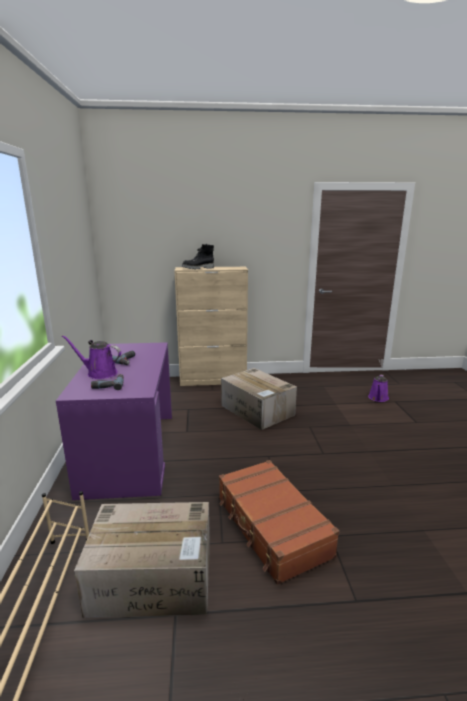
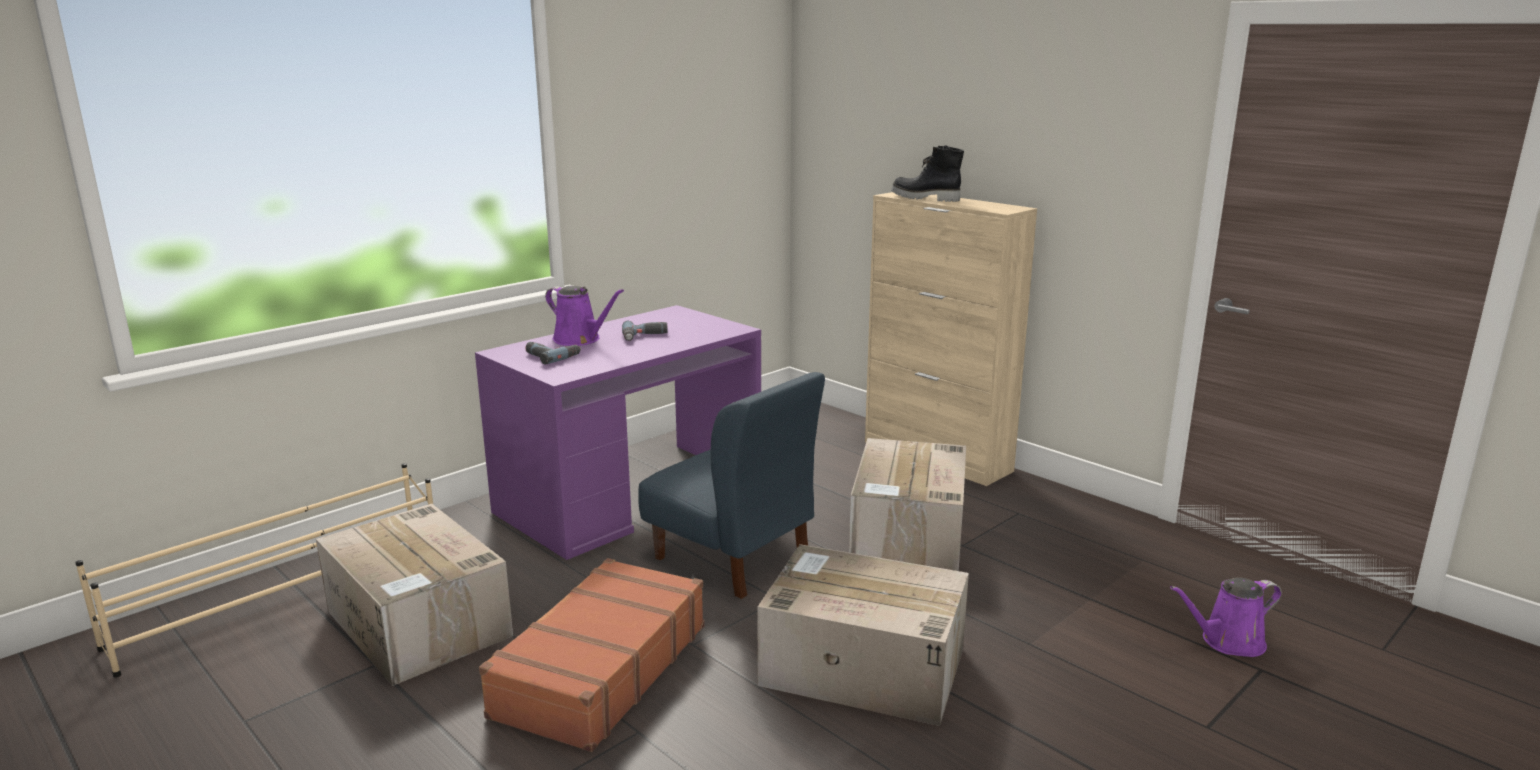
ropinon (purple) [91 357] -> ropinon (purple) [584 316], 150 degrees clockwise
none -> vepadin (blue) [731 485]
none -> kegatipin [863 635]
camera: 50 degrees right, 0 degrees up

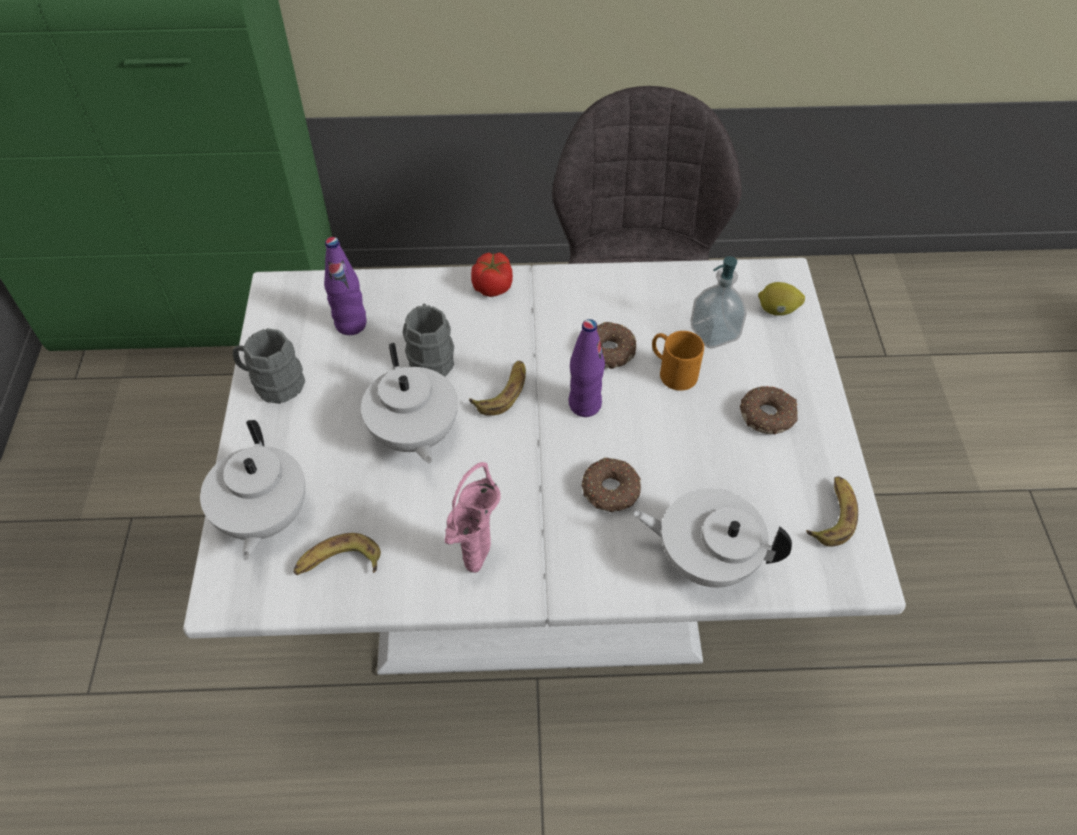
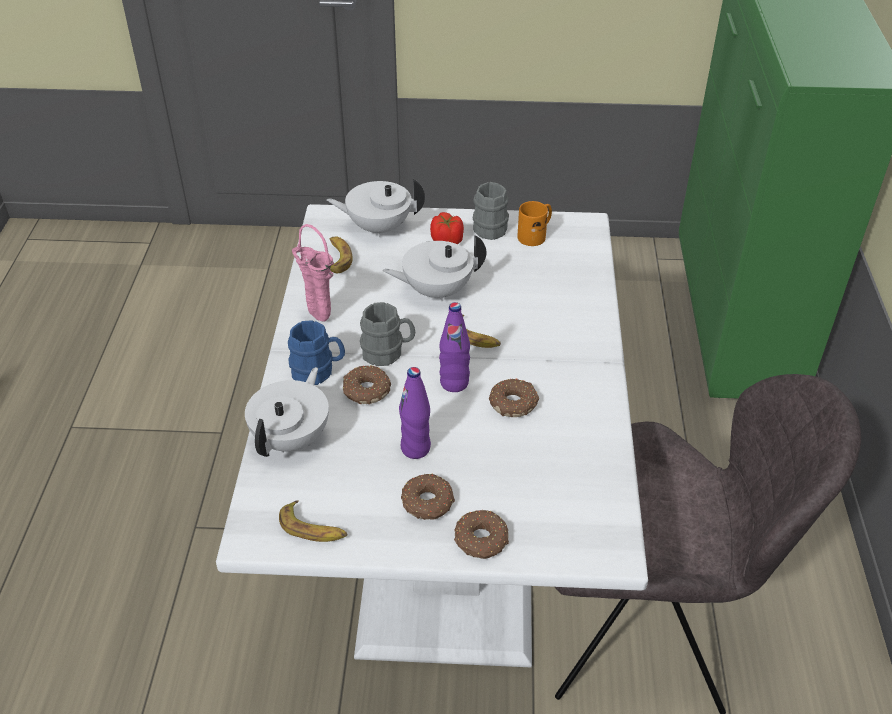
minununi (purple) [345 286] -> minununi (purple) [415 413], relocated
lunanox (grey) [428 340] -> lunanox (grey) [387 334], relocated
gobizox [492 274] -> gobizox [447 228], relocated
lunanox (orange) [678 361] -> lunanox (orange) [534 223], relocated
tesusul [718 302] -> none
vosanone [781 299] -> none
none -> lunanox (blue) [316 352]
none -> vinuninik [481 534]
camera: 95 degrees right, 10 degrees down

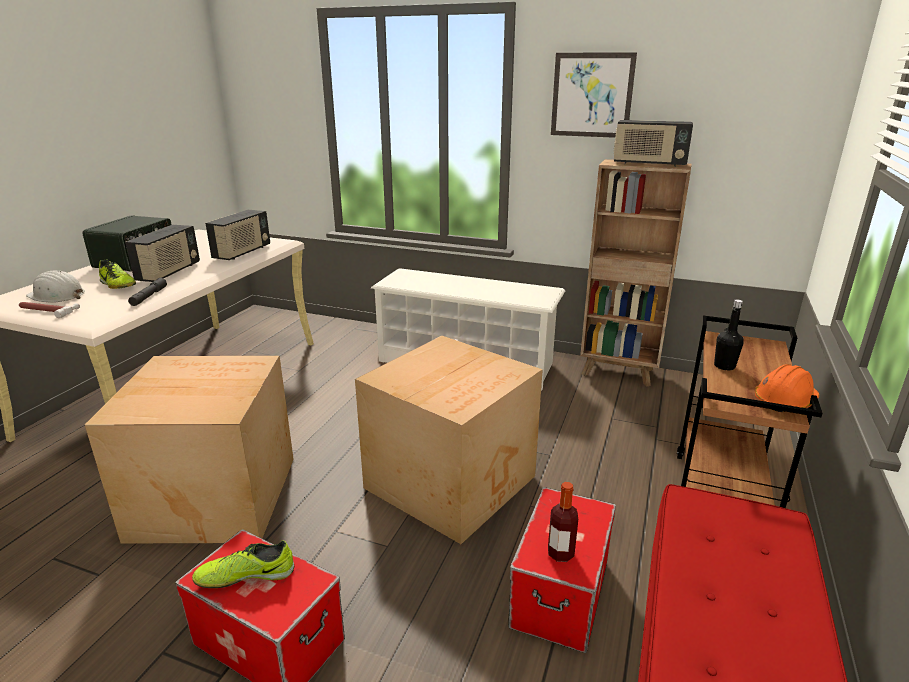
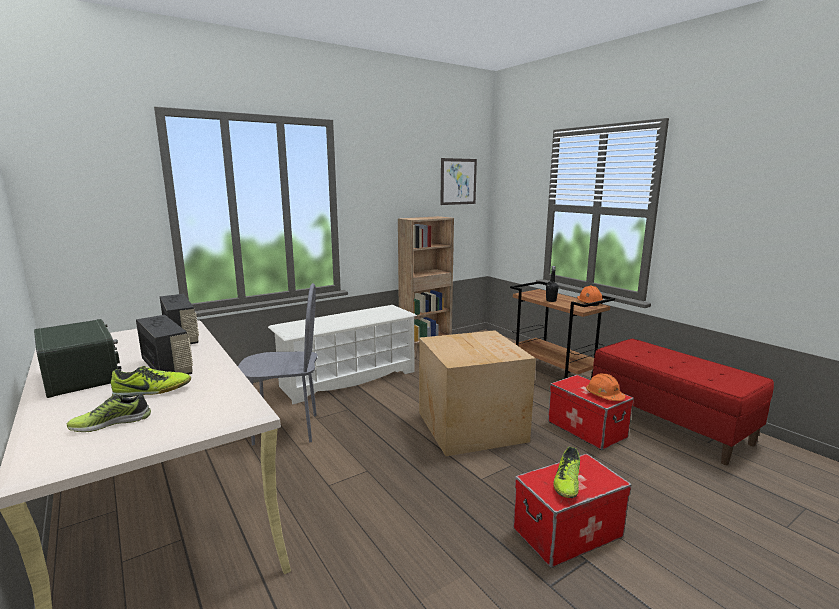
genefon [49 310] -> none
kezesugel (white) [55 286] -> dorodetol [109 413]
kegatipin [189 450] -> none
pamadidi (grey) [147 292] -> none
minununi [563 522] -> kezesugel (orange) [606 387]
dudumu [594 95] -> dudumu [458 181], relocated
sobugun [653 143] -> none
none -> vepadin (grey) [277 364]
camera: 55 degrees left, 10 degrees down

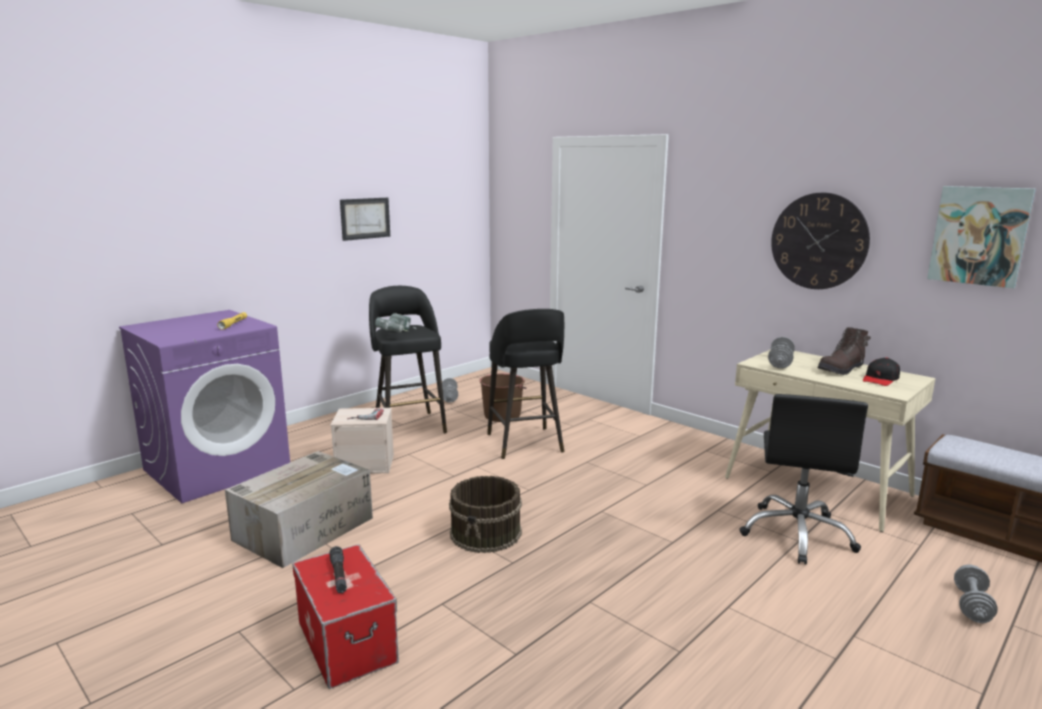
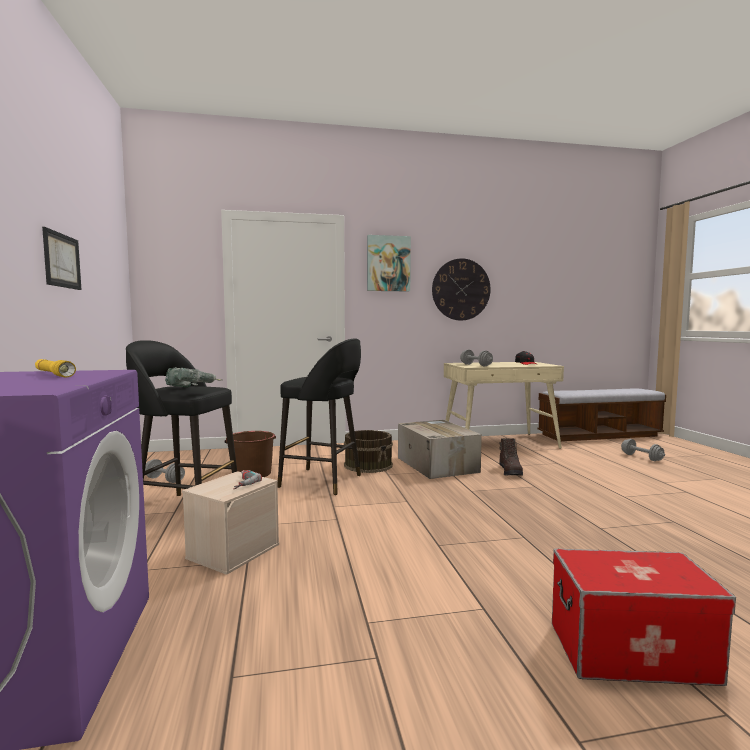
kegatipin [299 509] -> kegatipin [440 449], relocated
pamadidi (black) [338 569] -> none
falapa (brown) [485 514] -> falapa (brown) [368 451], relocated
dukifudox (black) [803 479] -> none
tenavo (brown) [844 351] -> tenavo (brown) [511 456], relocated
dudumu [981 237] -> dudumu [389 263], relocated
camera: 55 degrees left, 10 degrees down

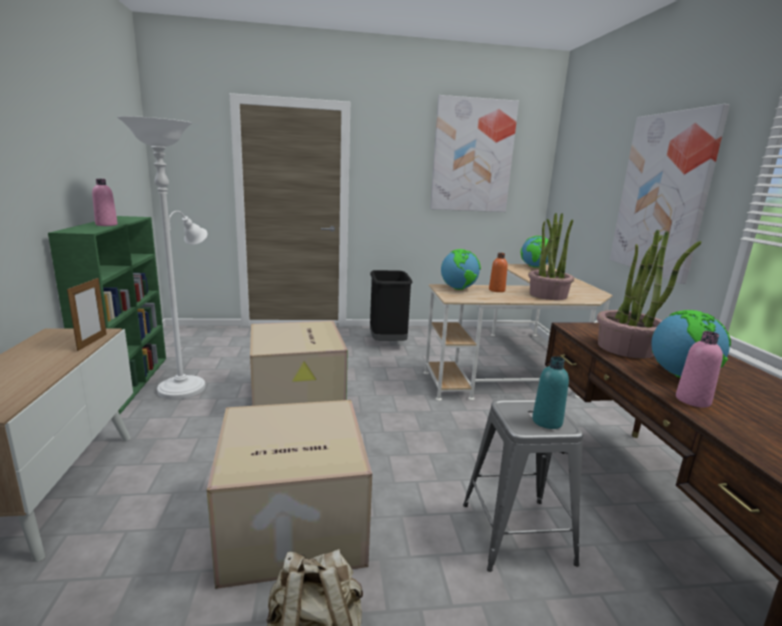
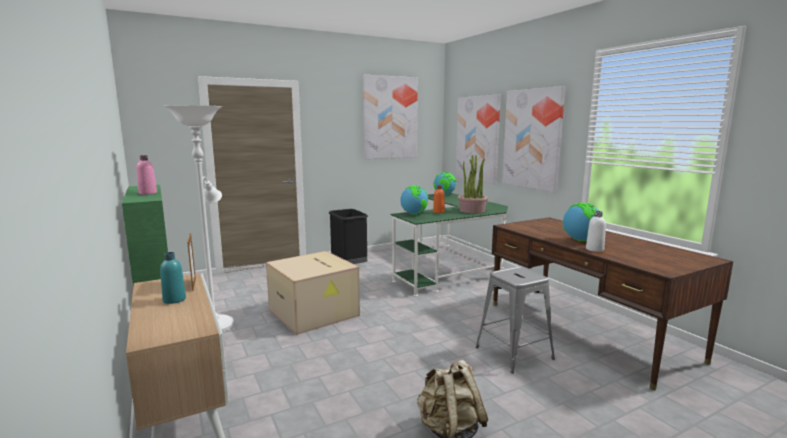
kegatipin [289 494] -> none
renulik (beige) [518 332] -> renulik (green) [449 245]
minununi (turquoise) [550 392] -> minununi (turquoise) [173 278], relocated
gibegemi [649 294] -> none
minununi (pink) [699 369] -> minununi (white) [596 231]
none -> dudumu [478 139]
camera: 20 degrees left, 5 degrees down

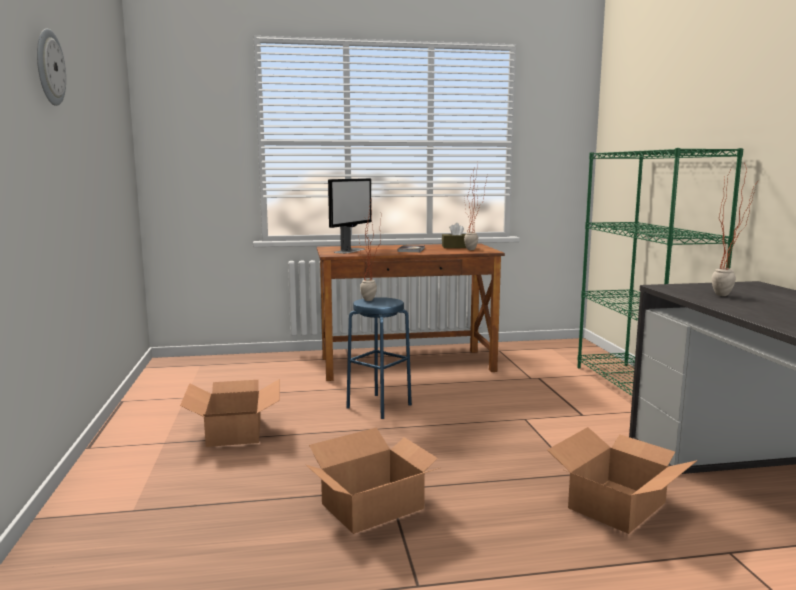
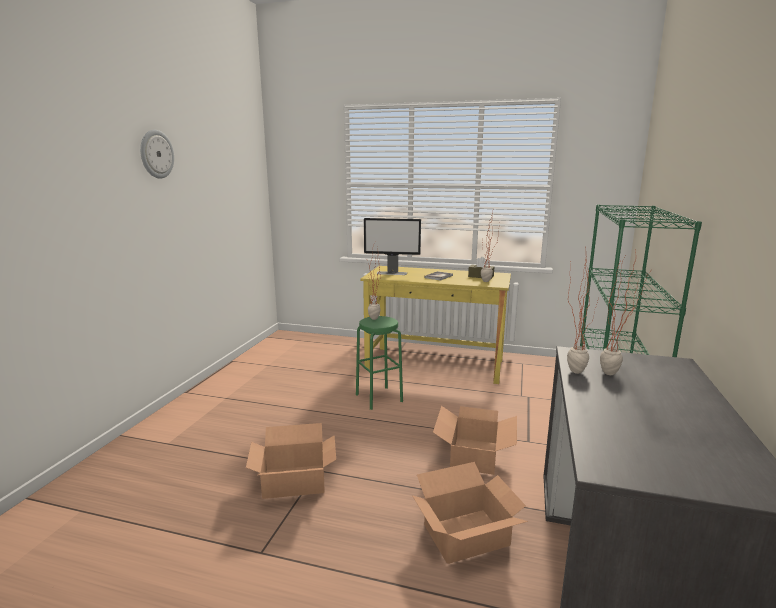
kegatipin [230 413] -> kegatipin [475 440], relocated
renulik (brown) [411 312] -> renulik (yellow) [435 325]
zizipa [350 216] -> zizipa [392 246], 45 degrees clockwise
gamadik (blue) [379 358] -> gamadik (green) [379 363]
none -> gibegemi [582 310]
camera: 25 degrees right, 5 degrees up

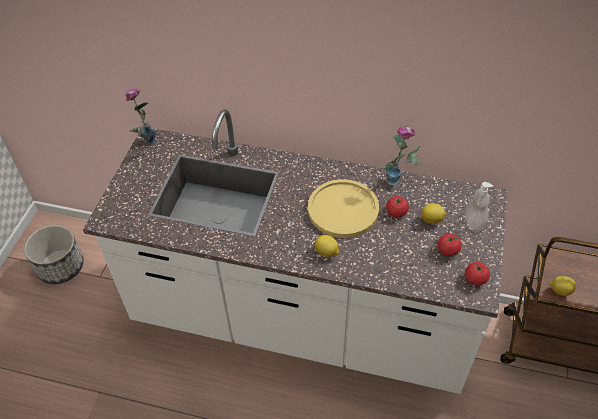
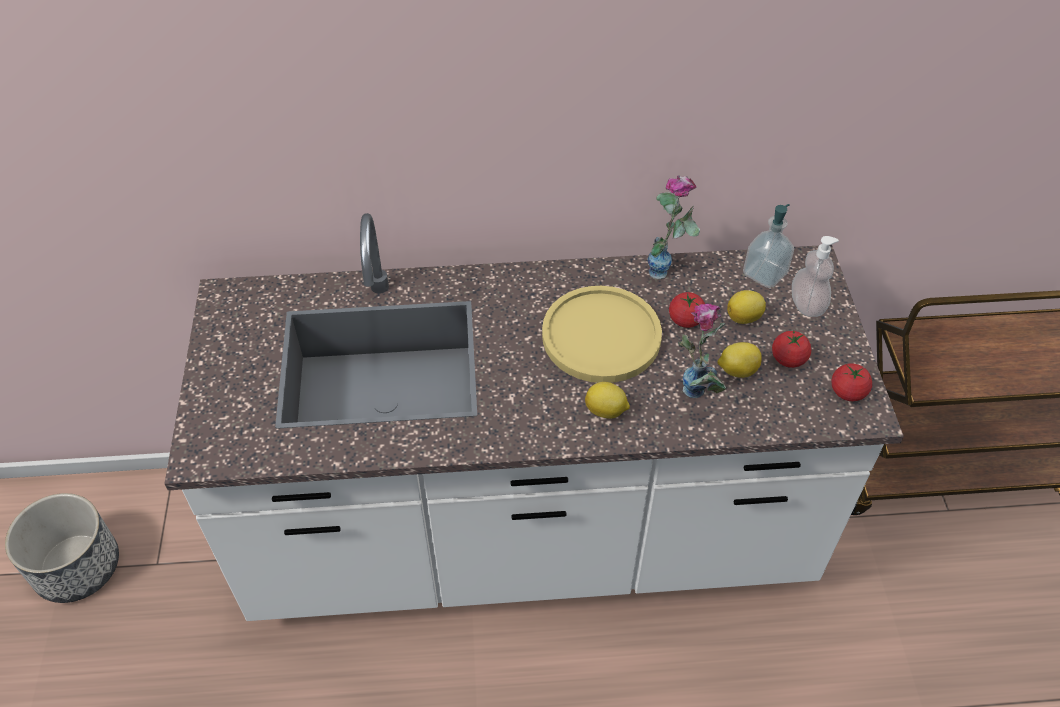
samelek [140 116] -> samelek [702 351], relocated
vosanone [563 286] -> vosanone [740 360], relocated
none -> tesusul [768 246]
camera: 20 degrees left, 0 degrees up

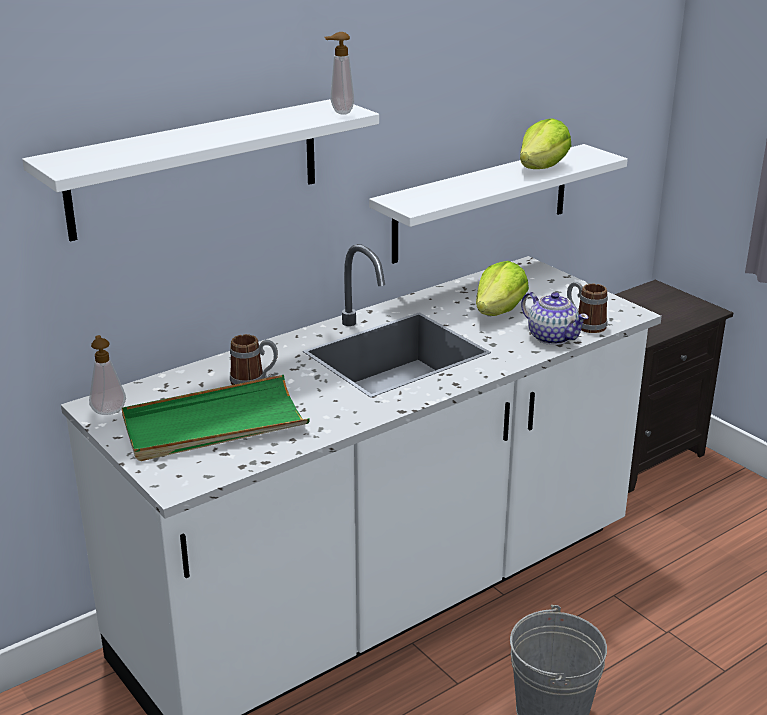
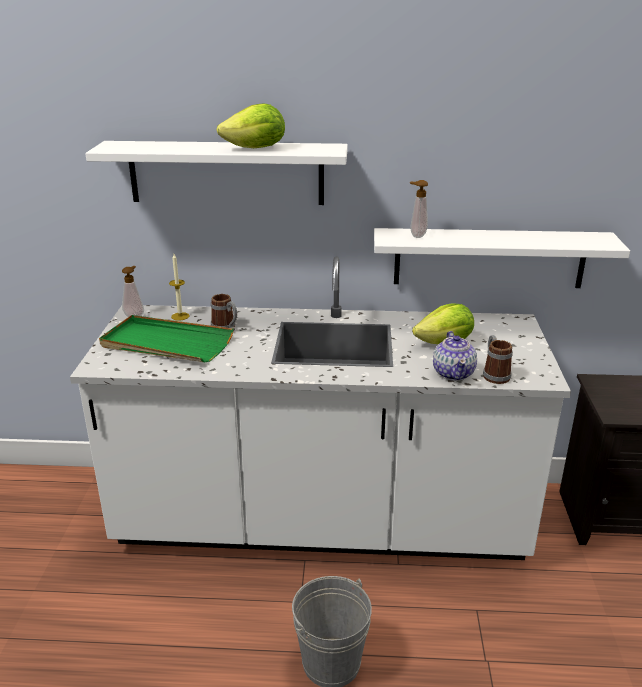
tesusul [339 73] -> tesusul [419 209], relocated
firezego [545 143] -> firezego [251 125], relocated
none -> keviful [179 287]
camera: 40 degrees right, 0 degrees up

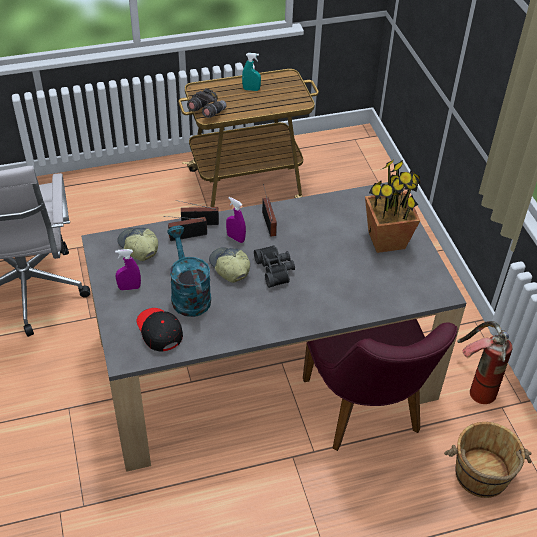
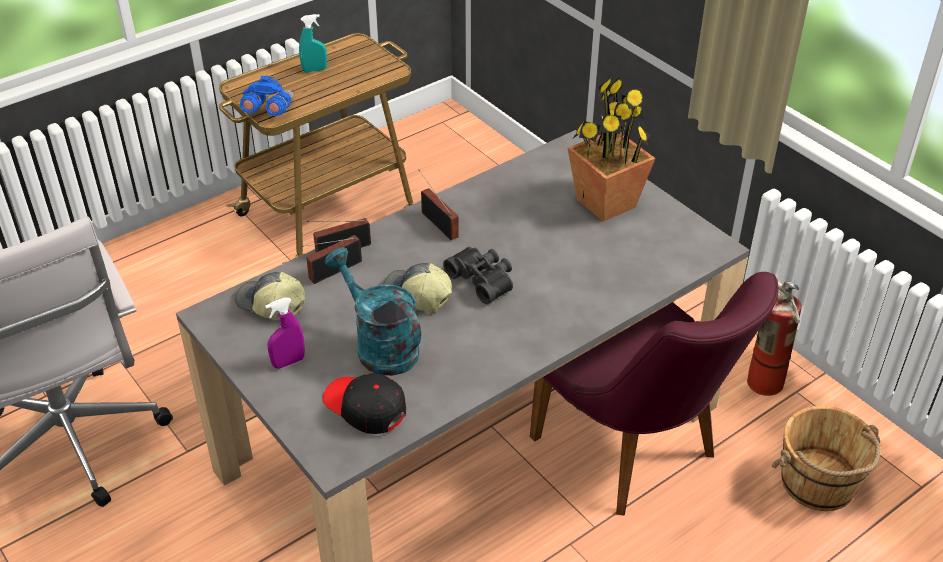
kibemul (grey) [207 103] -> kibemul (blue) [267 96]
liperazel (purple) [236 220] -> none
camera: 20 degrees left, 5 degrees down

